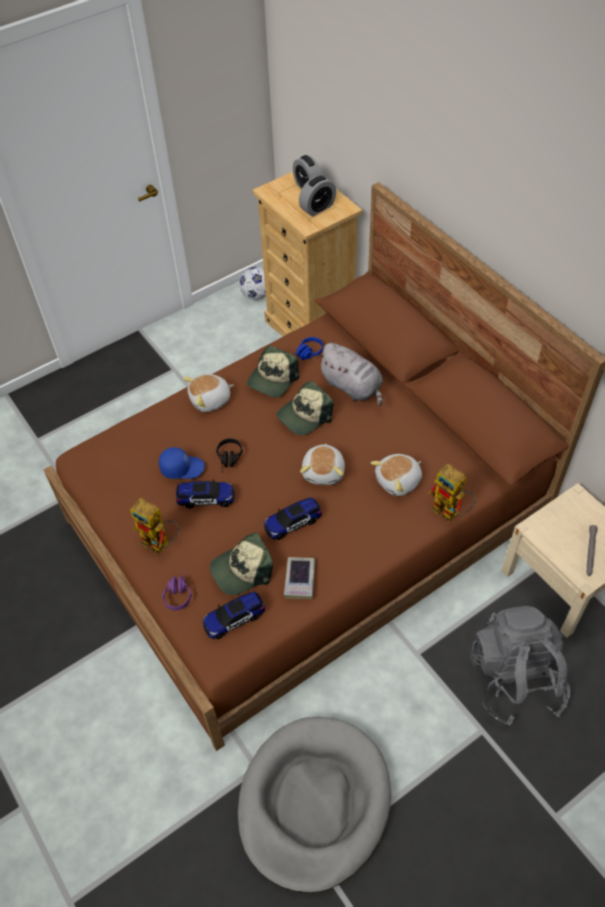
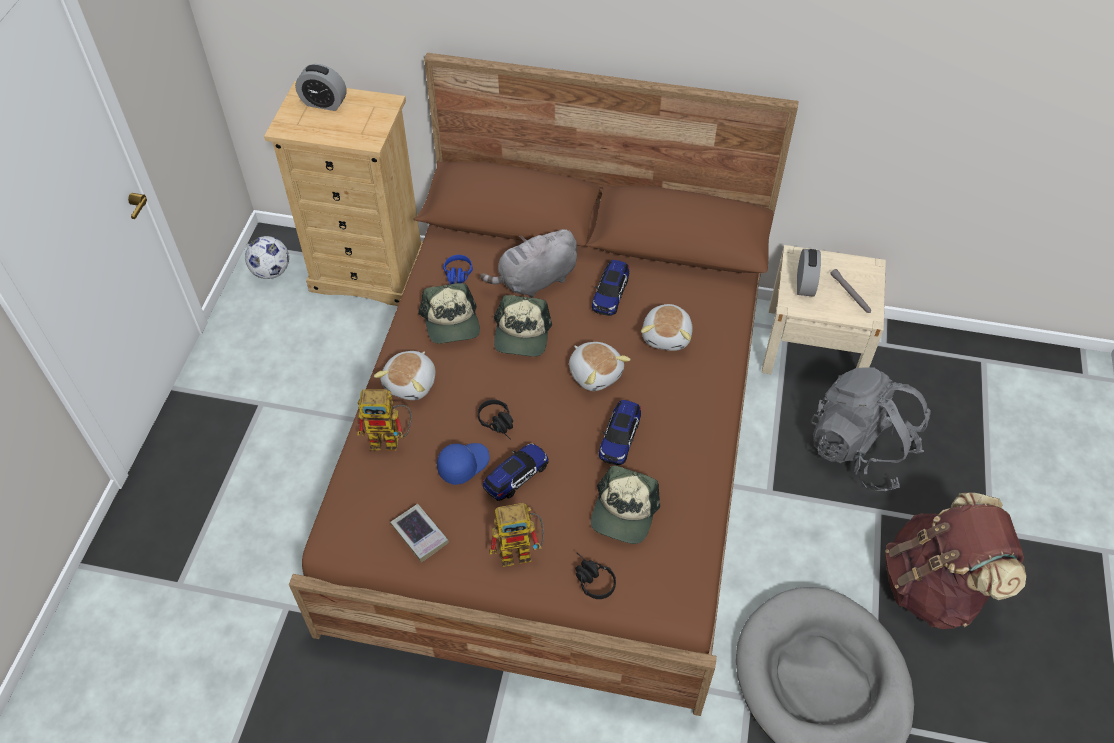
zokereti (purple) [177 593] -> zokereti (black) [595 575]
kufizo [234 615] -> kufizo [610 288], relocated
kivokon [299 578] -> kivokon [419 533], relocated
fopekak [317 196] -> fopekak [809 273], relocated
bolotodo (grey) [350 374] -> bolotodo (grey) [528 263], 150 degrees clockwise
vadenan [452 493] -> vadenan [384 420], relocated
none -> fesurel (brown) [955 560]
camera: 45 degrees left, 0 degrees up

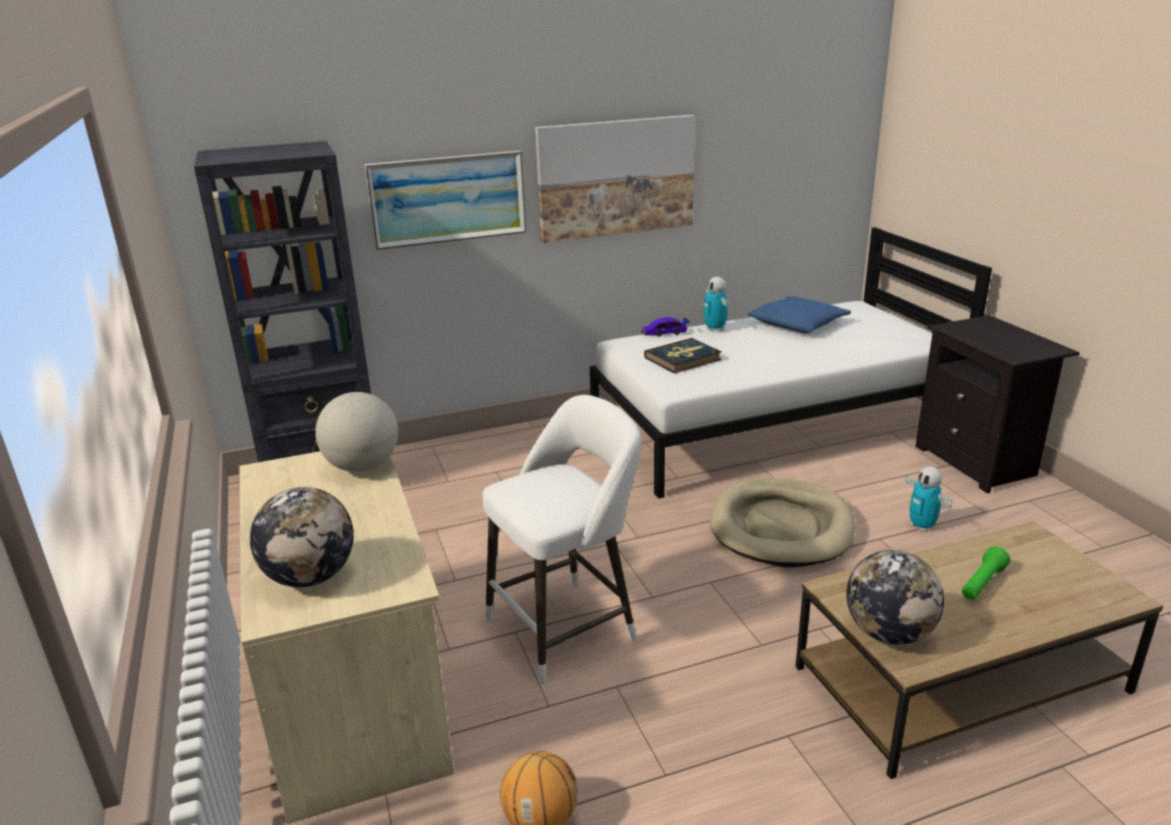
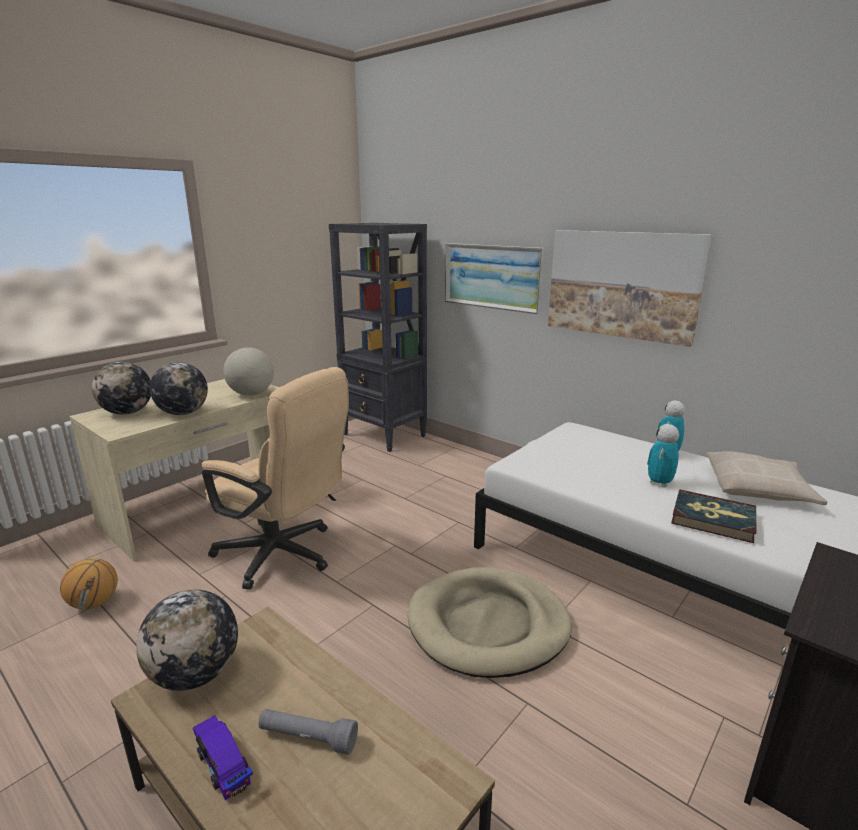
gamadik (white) [561 539] -> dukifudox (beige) [275 478]
kufizo [665 327] -> kufizo [222 757], relocated
kivokon [683 355] -> kivokon [713 516], relocated
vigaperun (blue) [799 315] -> vigaperun (beige) [766 478]
vadenan [928 499] -> vadenan [663 455], relocated
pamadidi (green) [986 573] -> pamadidi (grey) [308 732]
none -> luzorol [179 388]
camera: 60 degrees right, 5 degrees down

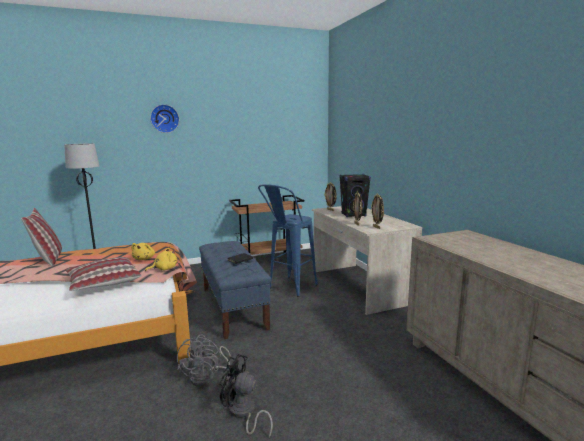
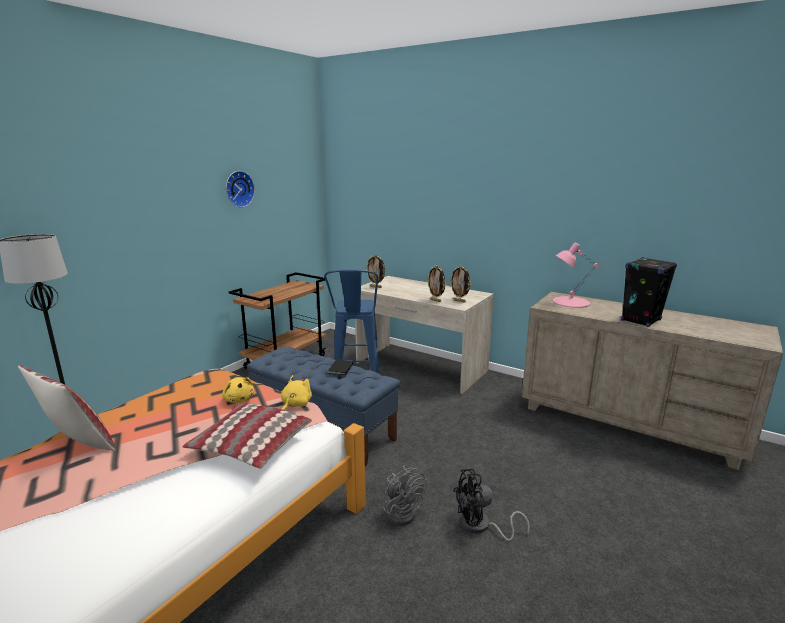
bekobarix [164 118] -> bekobarix [240 189], relocated
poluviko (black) [355 195] -> poluviko (black) [649 292], relocated
none -> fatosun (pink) [576 275]
camera: 35 degrees left, 5 degrees up

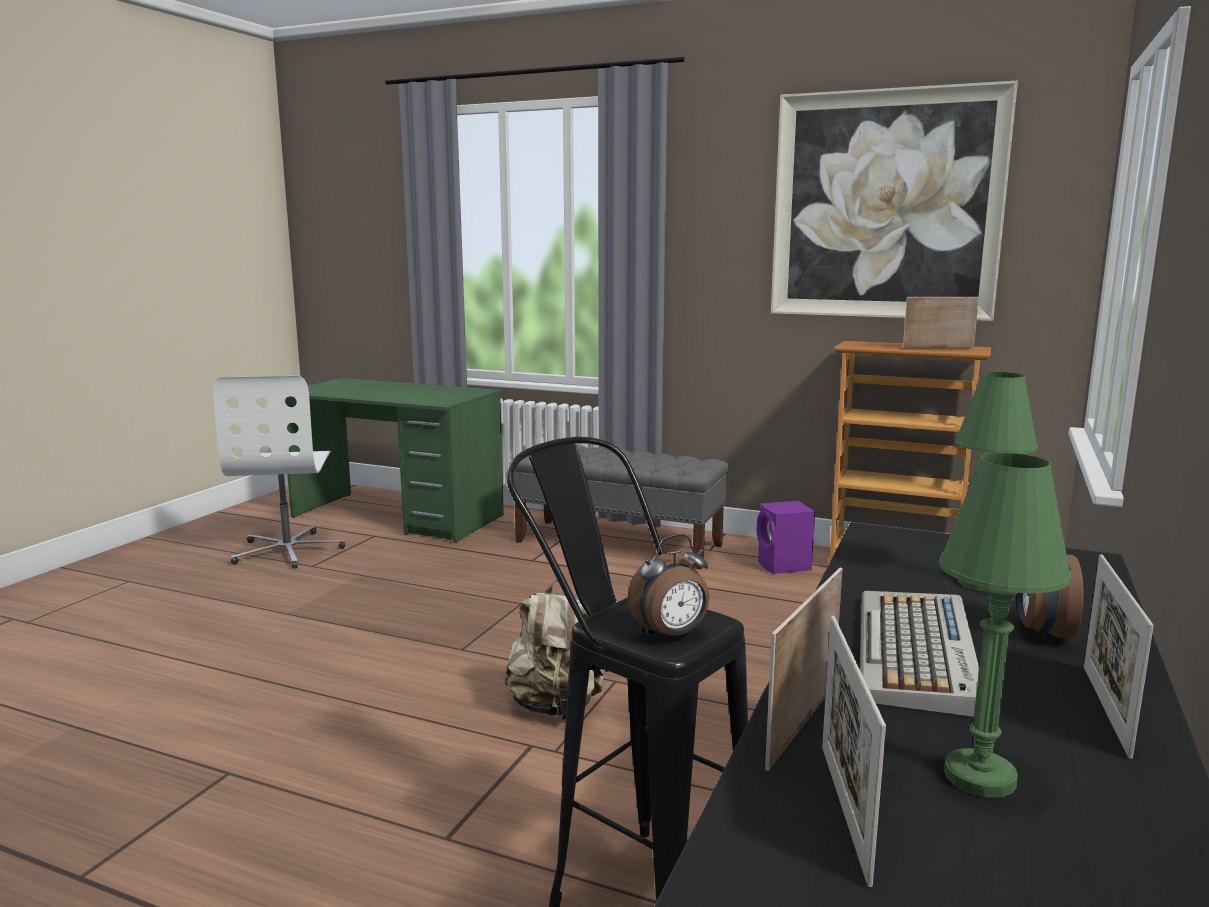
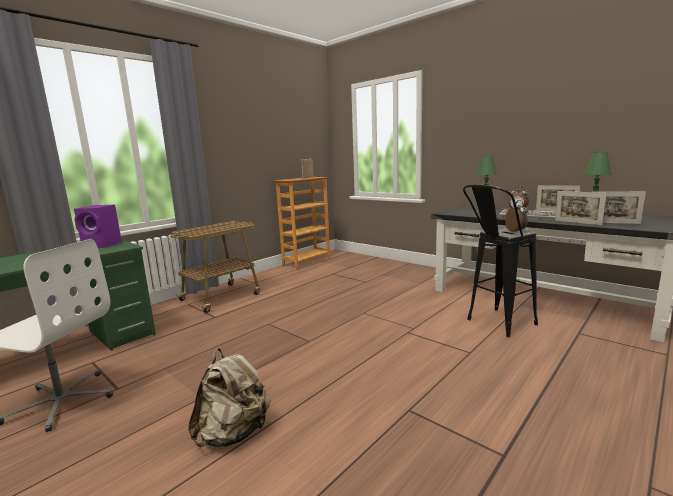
fesurel (beige) [554 650] -> fesurel (beige) [229 397], relocated
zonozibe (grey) [619 507] -> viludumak [215 267]
poluviko (purple) [786 537] -> poluviko (purple) [98 226], relocated
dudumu [894 201] -> none
camera: 70 degrees left, 0 degrees up

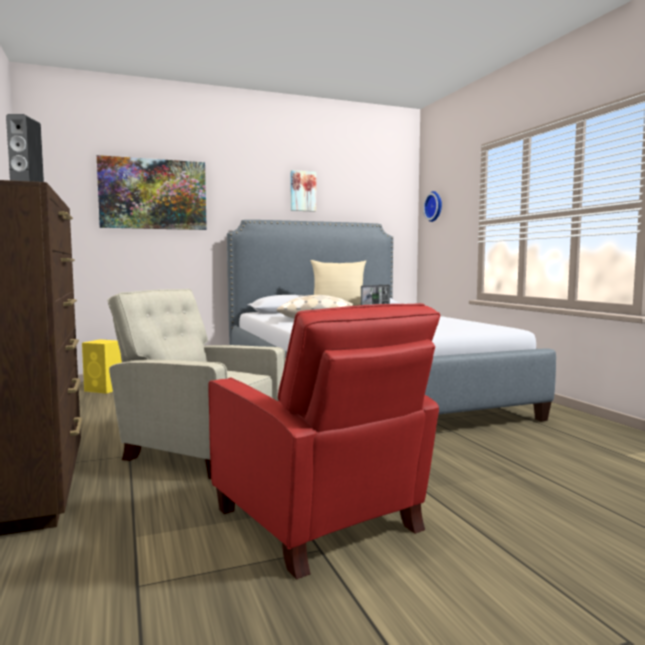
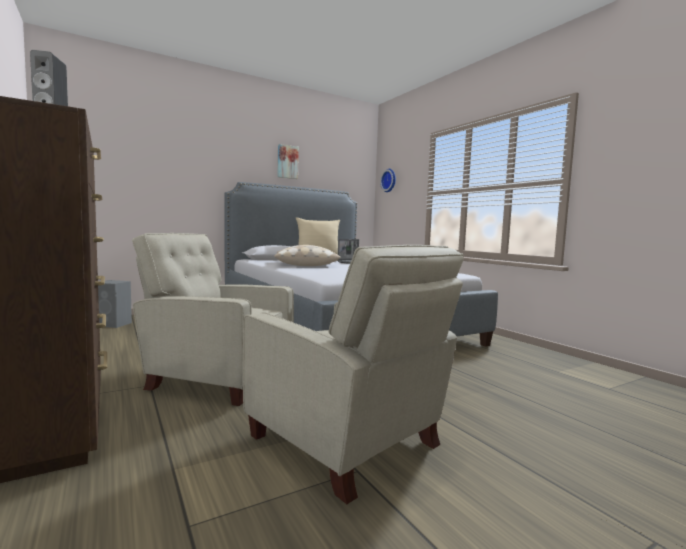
poluviko (yellow) [102 367] -> poluviko (grey) [115 304]
dudumu [152 192] -> none
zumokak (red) [324 441] -> zumokak (beige) [353 374]
camera: 10 degrees left, 0 degrees up

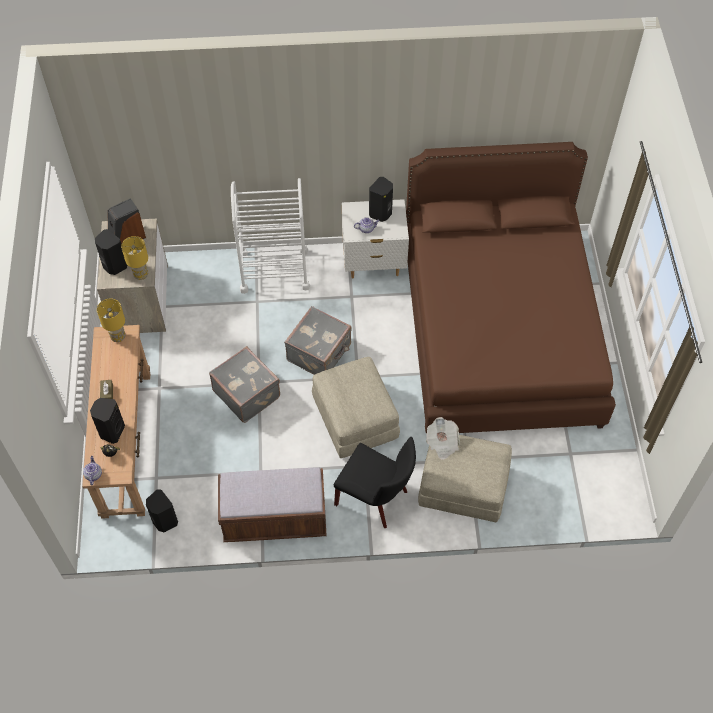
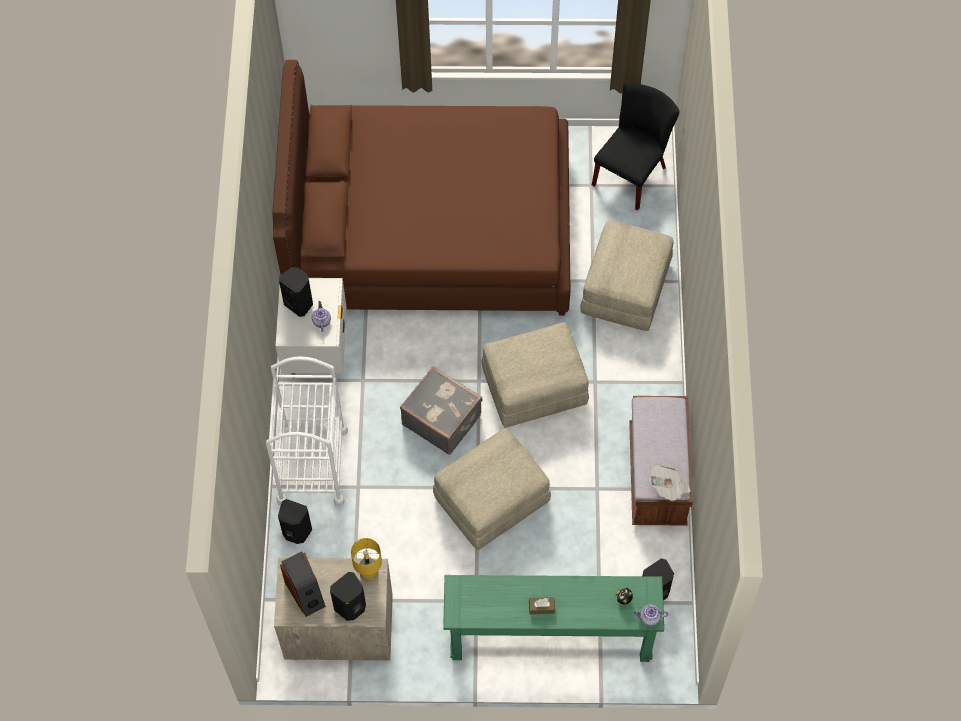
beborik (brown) [116 422] -> beborik (green) [553 618]
poluviko (black) [107 421] -> poluviko (black) [295 521], relocated
fatosun (yellow) [111 320] -> none
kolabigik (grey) [244 384] -> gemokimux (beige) [492 489]
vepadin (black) [375 482] -> vepadin (black) [635 146], relocated
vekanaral [443 438] -> vekanaral [670 482], relocated
camera: 85 degrees left, 5 degrees up

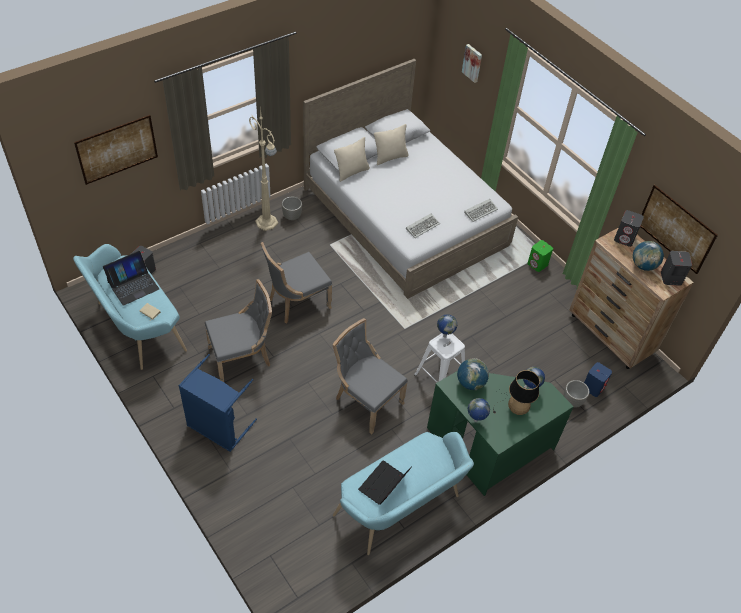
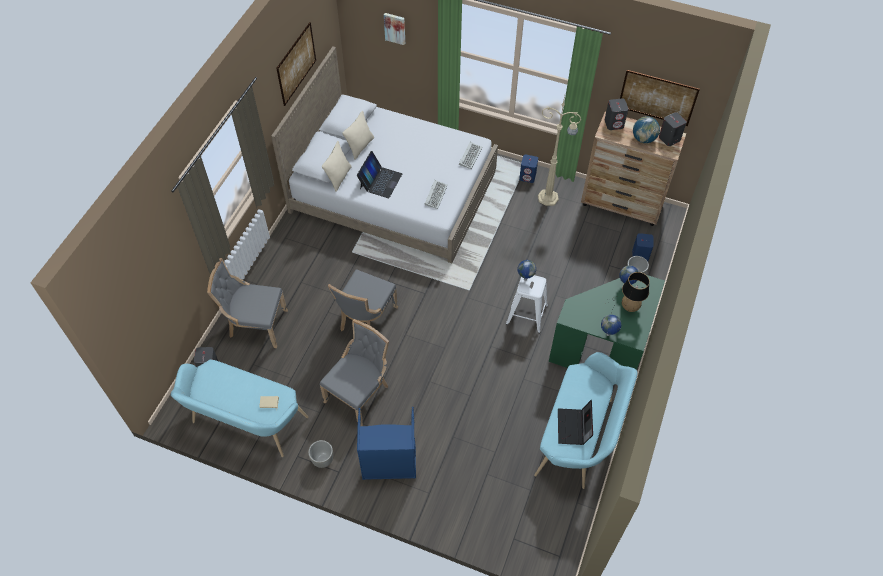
dudumu [116 150] -> dudumu [296 64], relocated
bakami [131 278] -> bakami [379 174], relocated
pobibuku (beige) [263 168] -> pobibuku (beige) [559 151], relocated
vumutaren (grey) [292 208] -> vumutaren (grey) [320 454], relocated
vepadin (grey) [370 376] -> vepadin (grey) [247 303], relocated
luzorol [473 374] -> none
poluviko (green) [540 256] -> poluviko (blue) [528 169]
camera: 30 degrees left, 5 degrees up

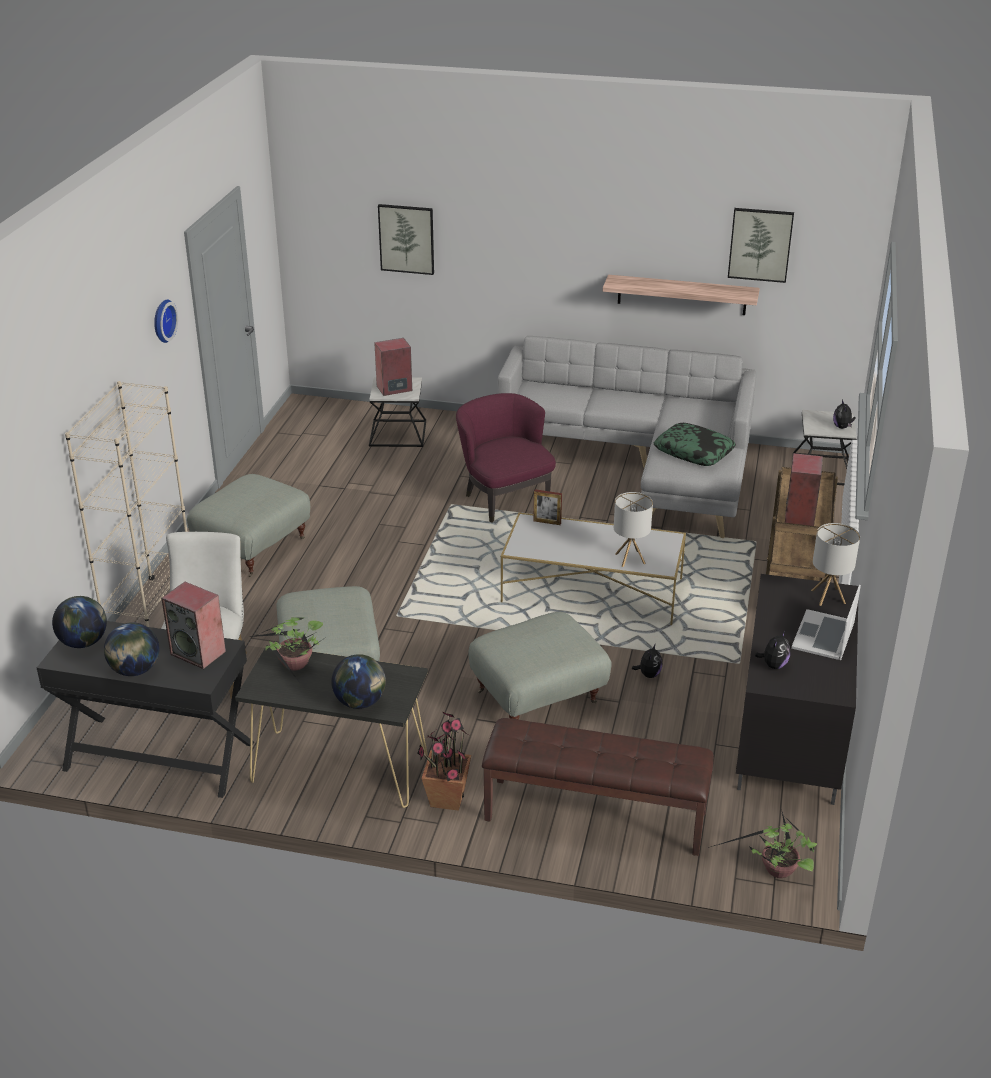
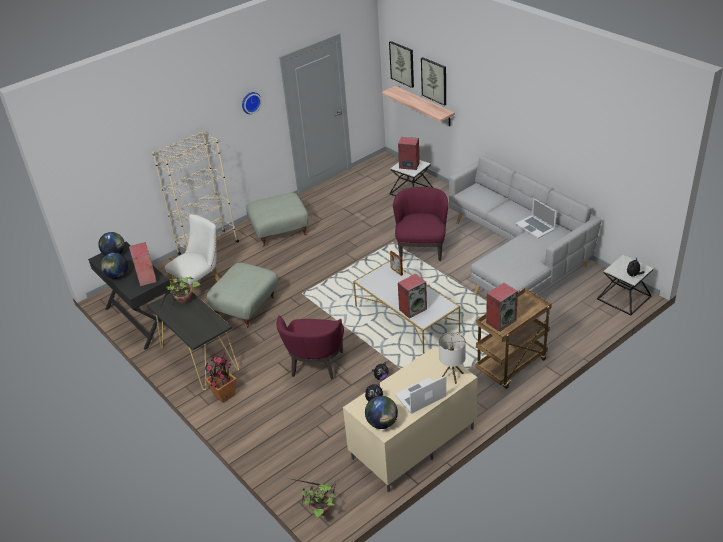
luzorol [358 681] -> luzorol [381 412], relocated
gemokimux (grey) [540 665] -> zumokak (purple) [310 347]
zonozibe (brown) [598 787] -> none
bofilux [681 295] -> bofilux [418 106], relocated
fatosun [633 529] -> poluviko [412 296]
vigaperun [695 444] -> none
dudumu [761 245] -> dudumu [401 64], relocated
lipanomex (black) [797 689] -> lipanomex (beige) [410 419]
none -> bakami [536 218]
camera: 40 degrees right, 5 degrees up

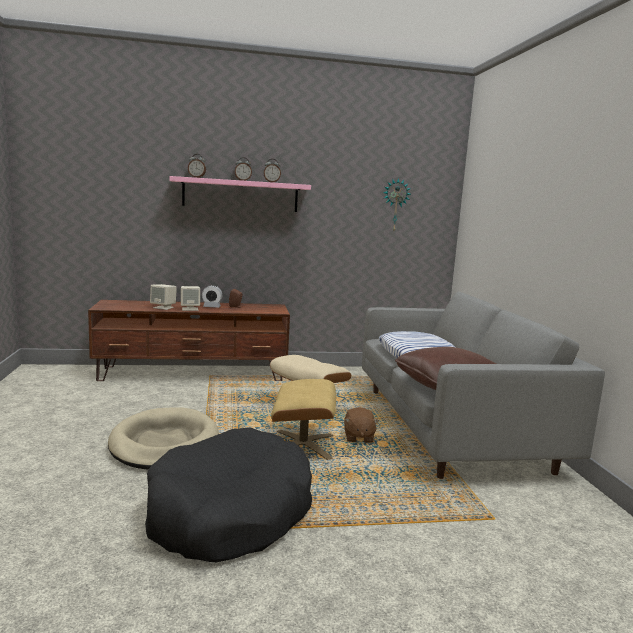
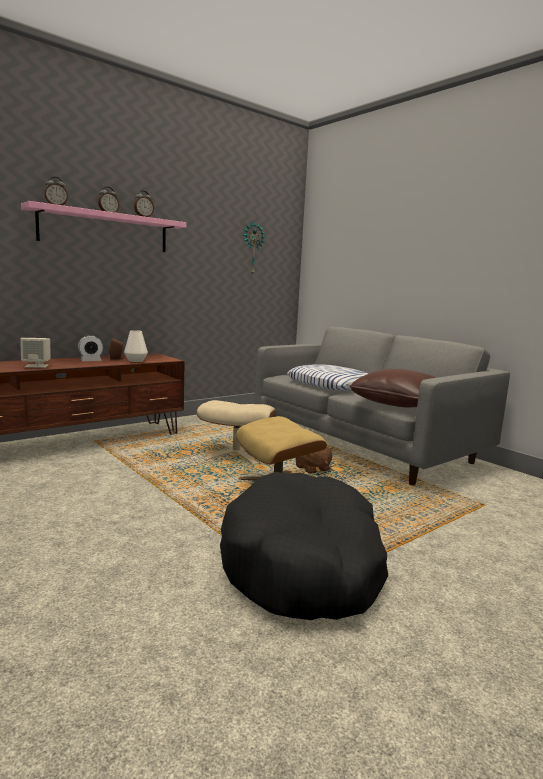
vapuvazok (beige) [163 438] -> none
poluviko (beige) [190 298] -> none
none -> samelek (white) [136 346]
camera: 30 degrees left, 0 degrees up

